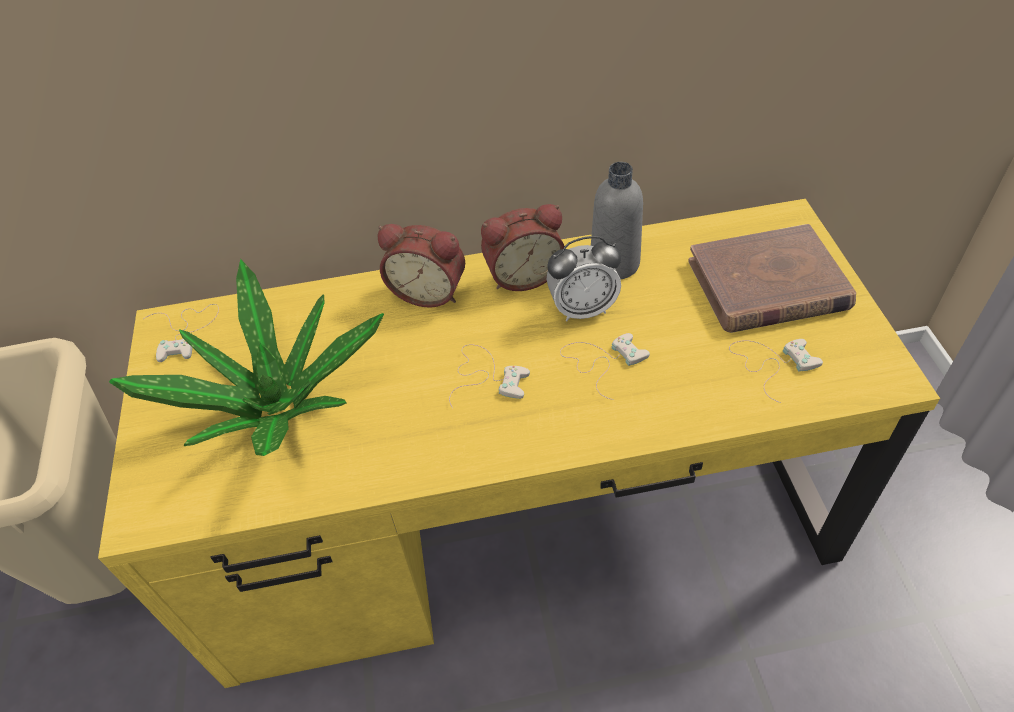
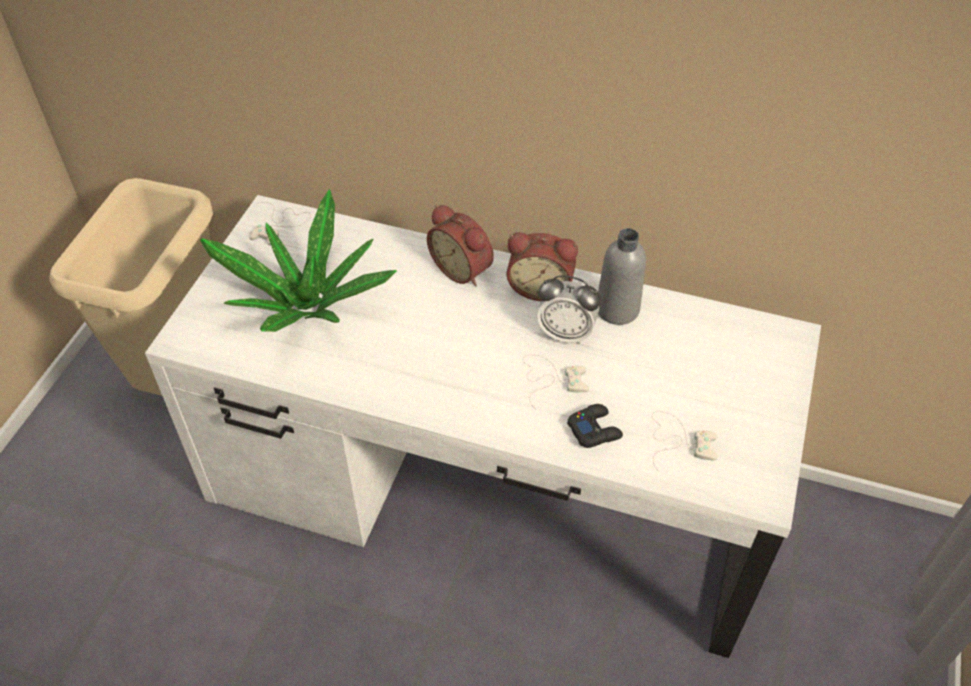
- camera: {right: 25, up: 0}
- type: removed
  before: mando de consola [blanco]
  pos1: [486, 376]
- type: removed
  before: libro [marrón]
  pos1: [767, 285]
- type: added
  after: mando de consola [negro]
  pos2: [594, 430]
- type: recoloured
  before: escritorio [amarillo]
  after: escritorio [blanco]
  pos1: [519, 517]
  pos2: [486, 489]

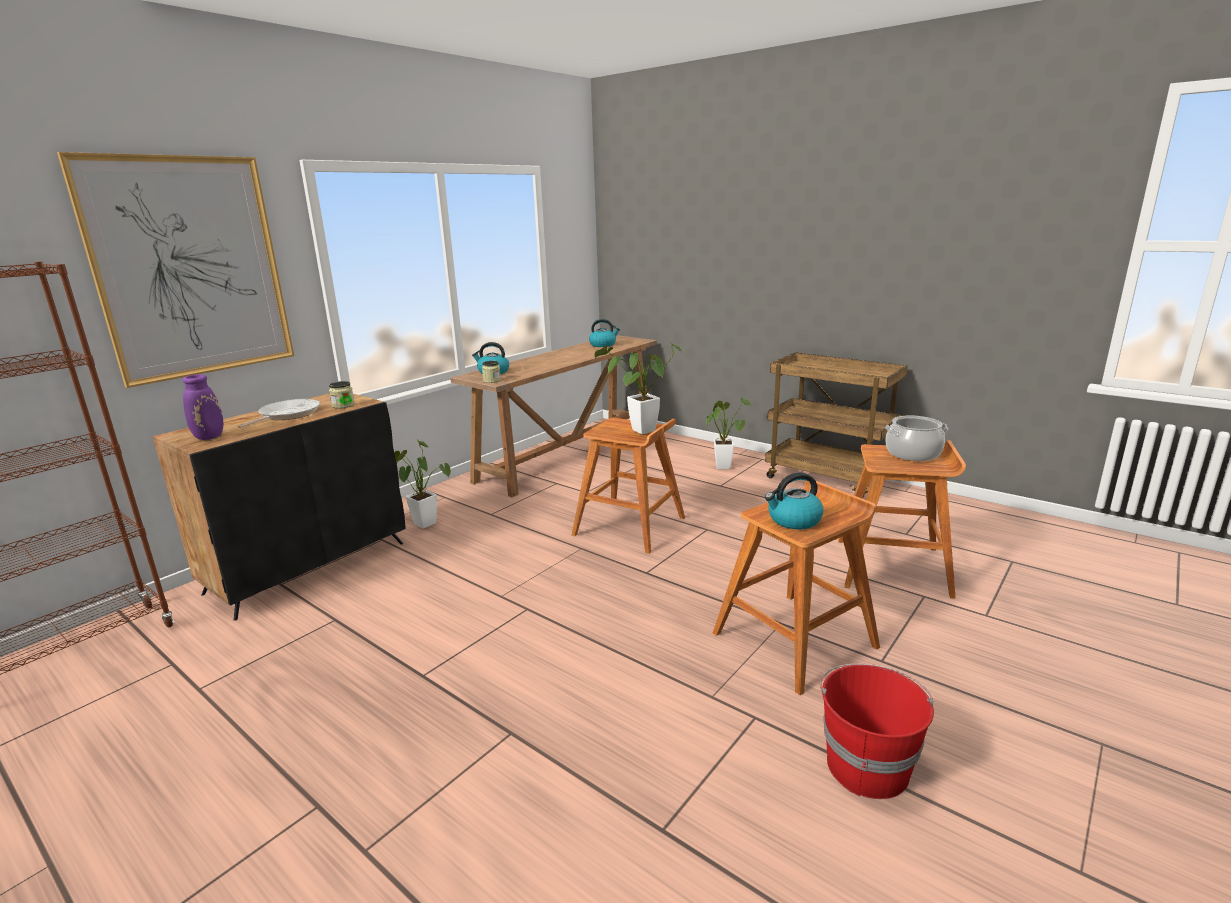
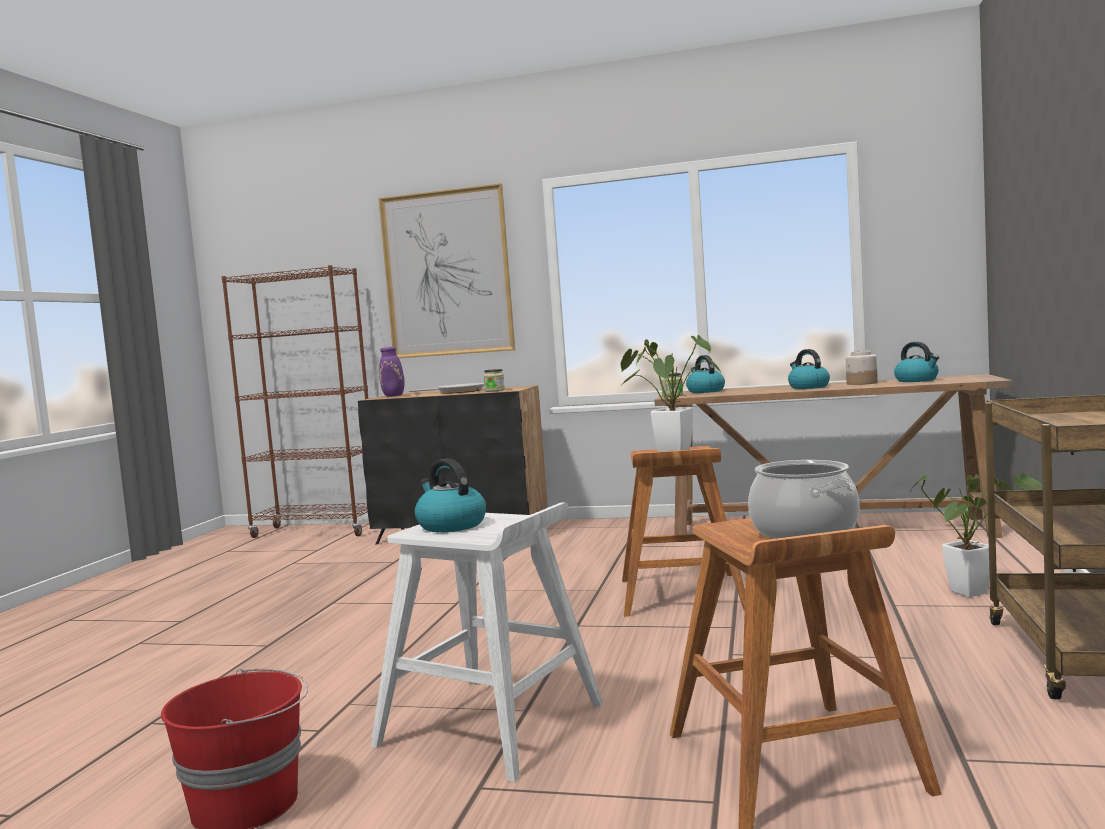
- camera: {right: 65, up: -15}
- type: removed
  before: planta en maceta
  pos1: [422, 522]
- type: added
  after: hervidor
  pos2: [808, 387]
- type: added
  after: tarro
  pos2: [861, 383]
- type: recoloured
  before: taburete [marrón]
  after: taburete [blanco]
  pos1: [796, 639]
  pos2: [492, 725]

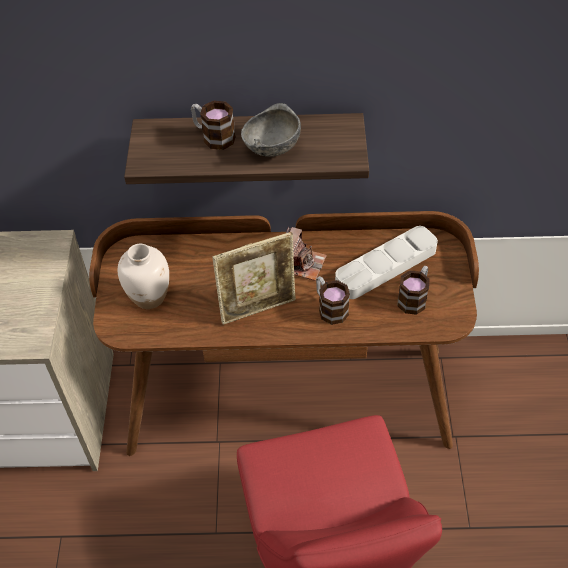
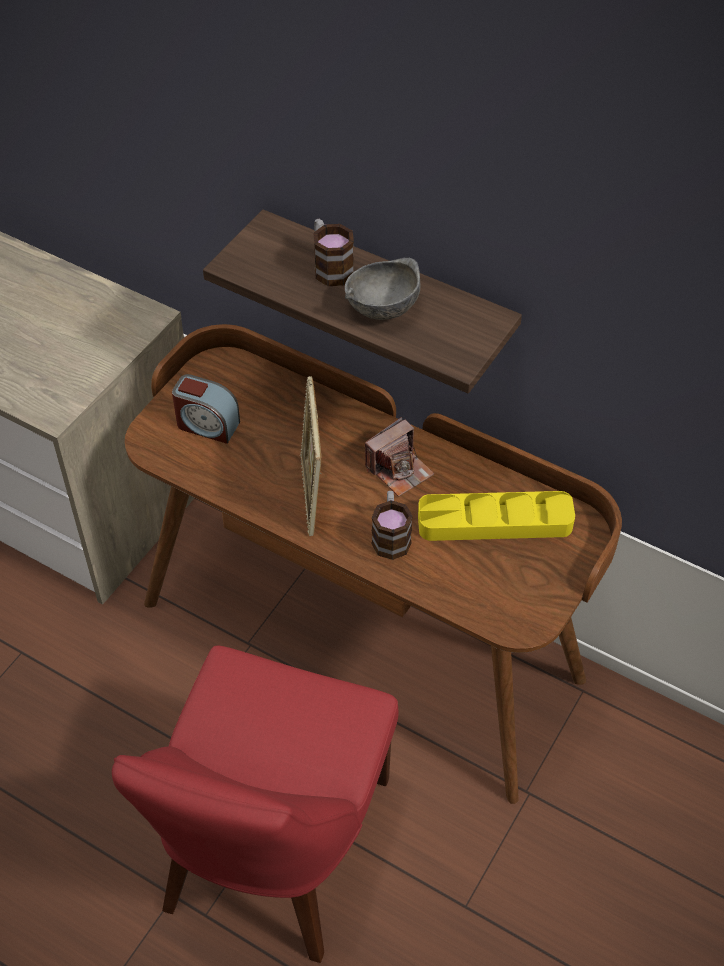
- camera: {right: 30, up: 0}
- type: removed
  before: taza grande
  pos1: [414, 298]
- type: replaced
  before: florero [blanco]
  after: despertador
  pos1: [149, 297]
  pos2: [207, 425]
- type: recoloured
  before: bandeja [gris]
  after: bandeja [amarillo]
  pos1: [386, 266]
  pos2: [495, 521]
- type: turned
  before: portarretratos
  pos1: [258, 308]
  pos2: [311, 496]
  turn: 75

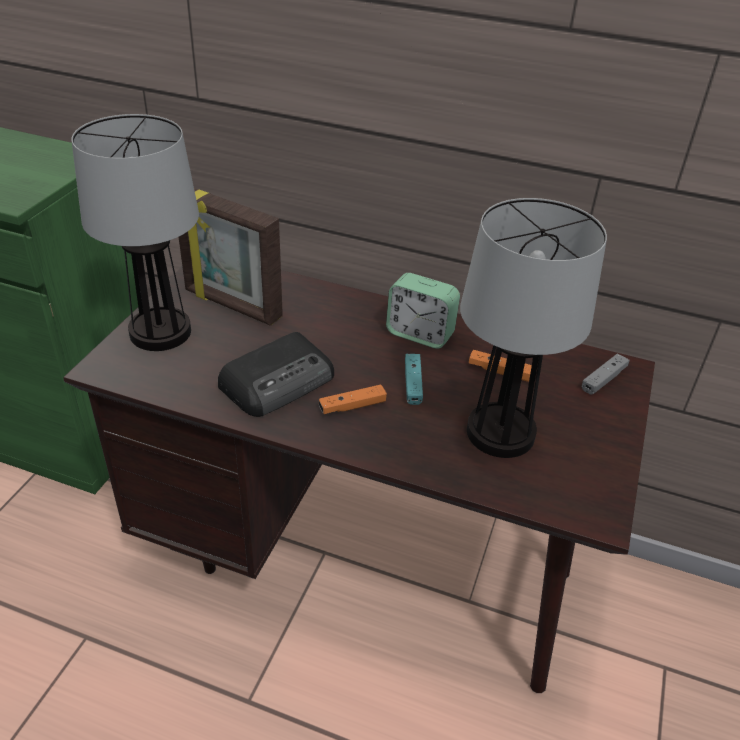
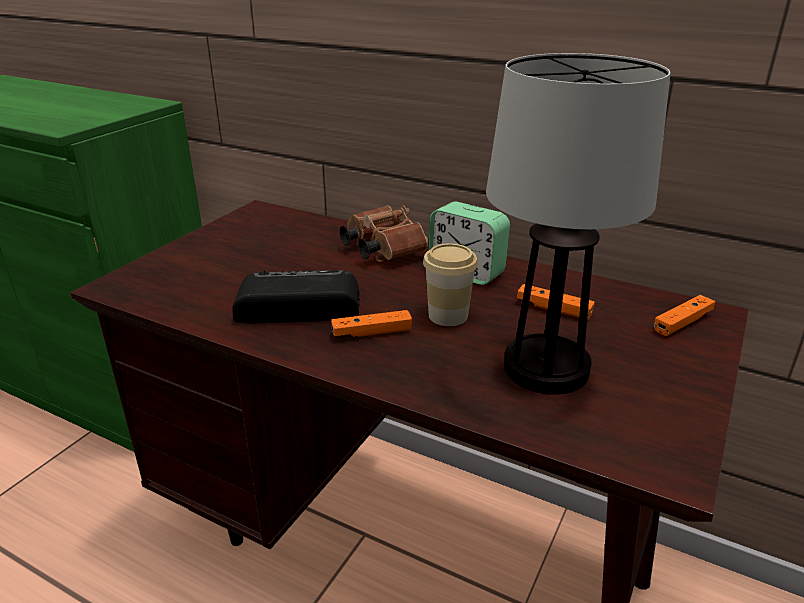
- camera: {right: 10, up: -10}
- type: removed
  before: lámpara de mesa
  pos1: [159, 332]
- type: removed
  before: portarretratos
  pos1: [232, 305]
- type: added
  after: prismáticos [marrón]
  pos2: [381, 249]
- type: replaced
  before: mando de consola [turquesa]
  after: taza
  pos1: [413, 384]
  pos2: [448, 315]
- type: recoloured
  before: mando de consola [gris]
  after: mando de consola [naranja]
  pos1: [603, 379]
  pos2: [682, 322]
- type: turned
  before: radio
  pos1: [279, 381]
  pos2: [296, 306]
  turn: -150

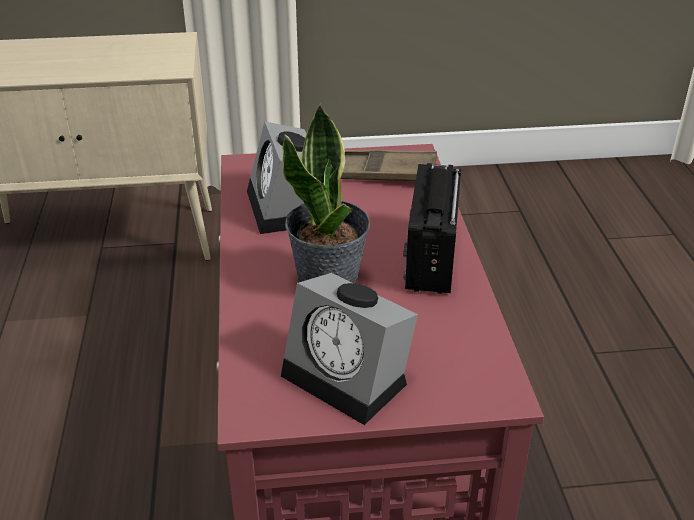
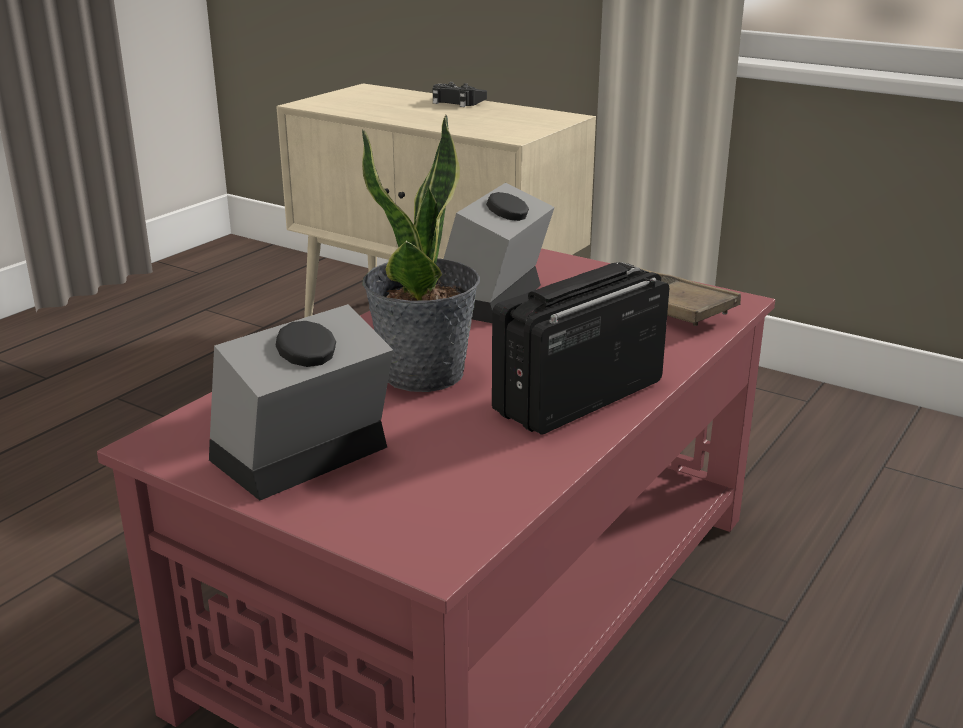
- camera: {right: 40, up: -10}
- type: added
  after: mando de consola [negro]
  pos2: [457, 102]
- type: turned
  before: despertador
  pos1: [350, 378]
  pos2: [299, 459]
  turn: 60

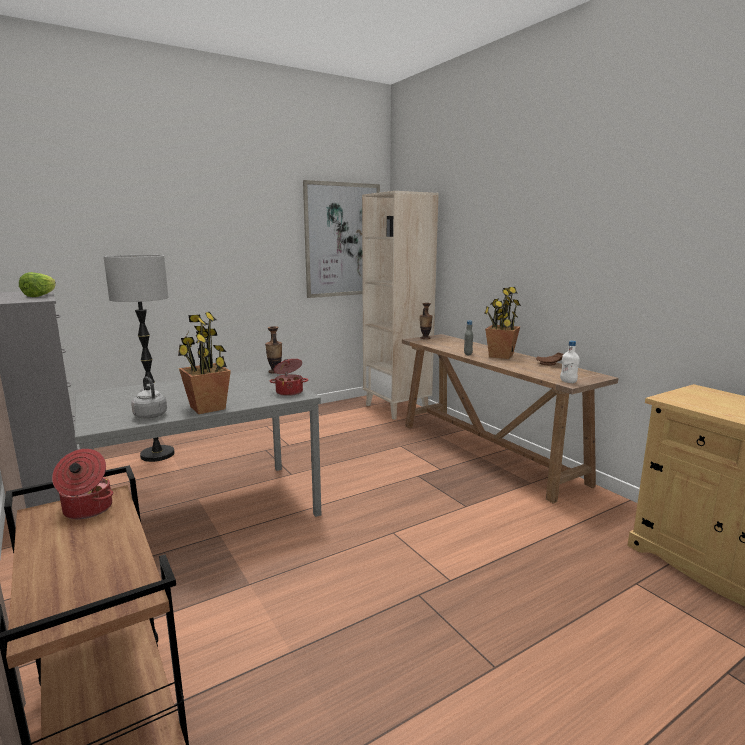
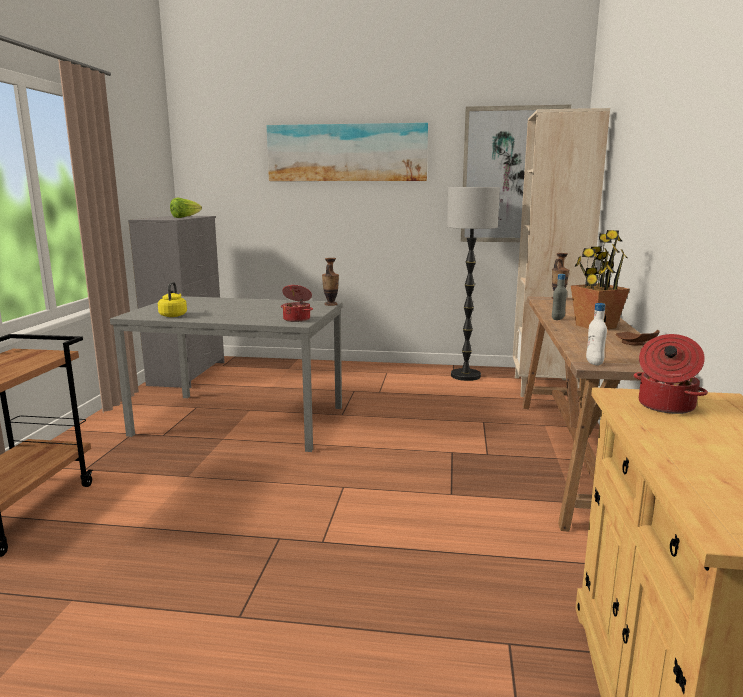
- camera: {right: 40, up: 0}
- type: removed
  before: planta en maceta
  pos1: [208, 408]
- type: added
  after: cuadro
  pos2: [346, 153]
- type: moved
  before: olla
  pos1: [87, 510]
  pos2: [665, 406]
- type: moved
  before: lámpara de pie
  pos1: [157, 454]
  pos2: [465, 376]
- type: recoloured
  before: hervidor [gris]
  after: hervidor [amarillo]
  pos1: [150, 415]
  pos2: [173, 315]

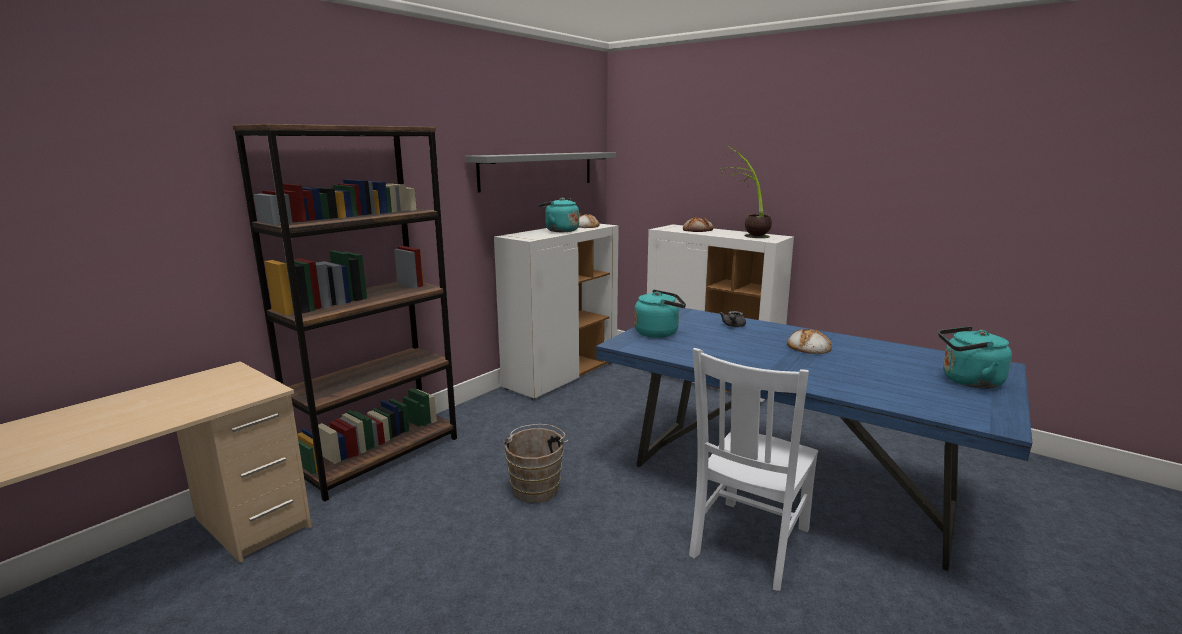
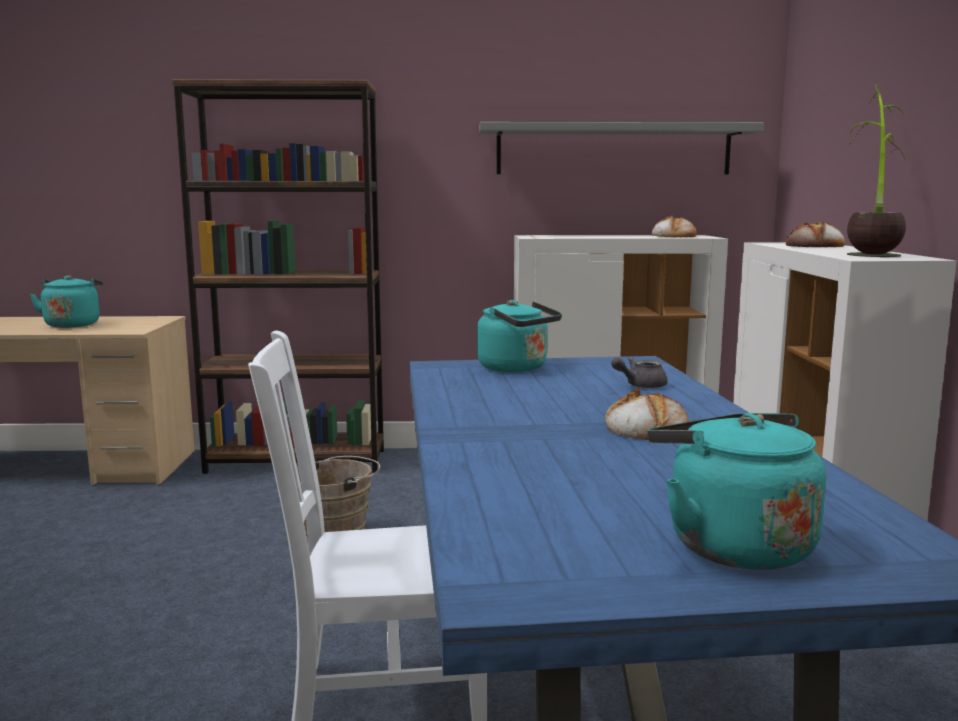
- camera: {right: 50, up: -5}
- type: moved
  before: hervidor [turquesa]
  pos1: [560, 230]
  pos2: [73, 324]

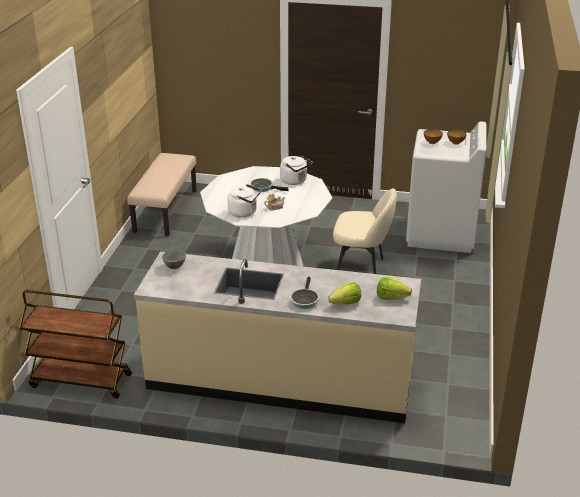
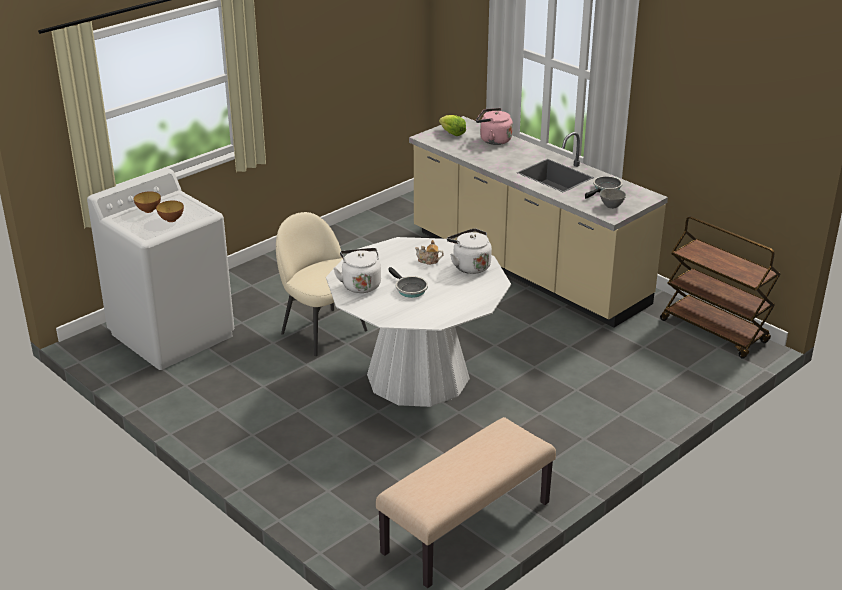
- camera: {right: -145, up: 0}
- type: moved
  before: sartén
  pos1: [304, 300]
  pos2: [605, 189]
- type: replaced
  before: lechuga
  after: hervidor [rosa]
  pos1: [346, 303]
  pos2: [493, 140]

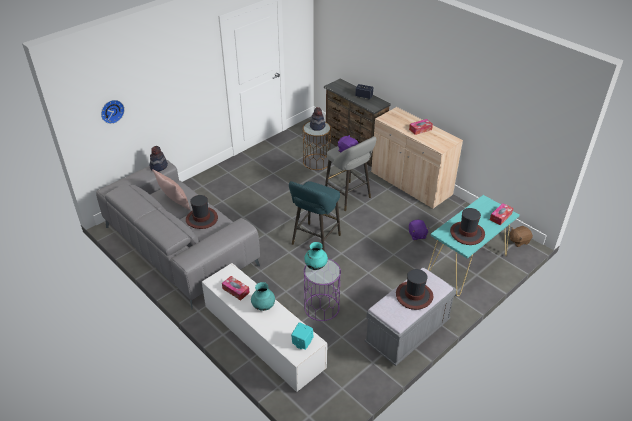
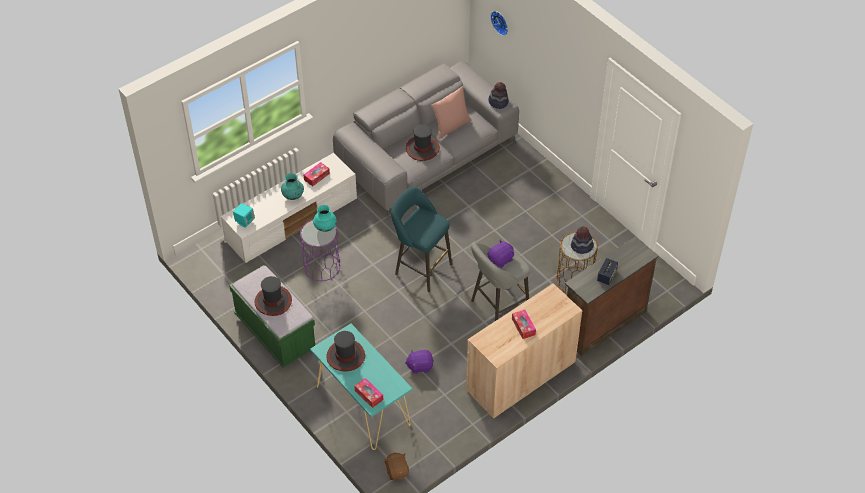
- camera: {right: 95, up: 10}
- type: recoloured
  before: banco [gris]
  after: banco [verde]
  pos1: [407, 333]
  pos2: [275, 333]

